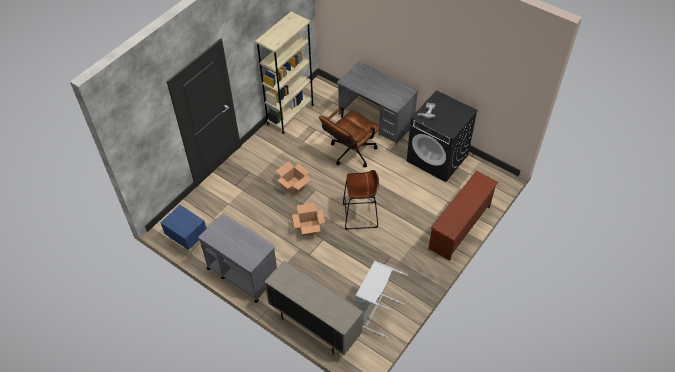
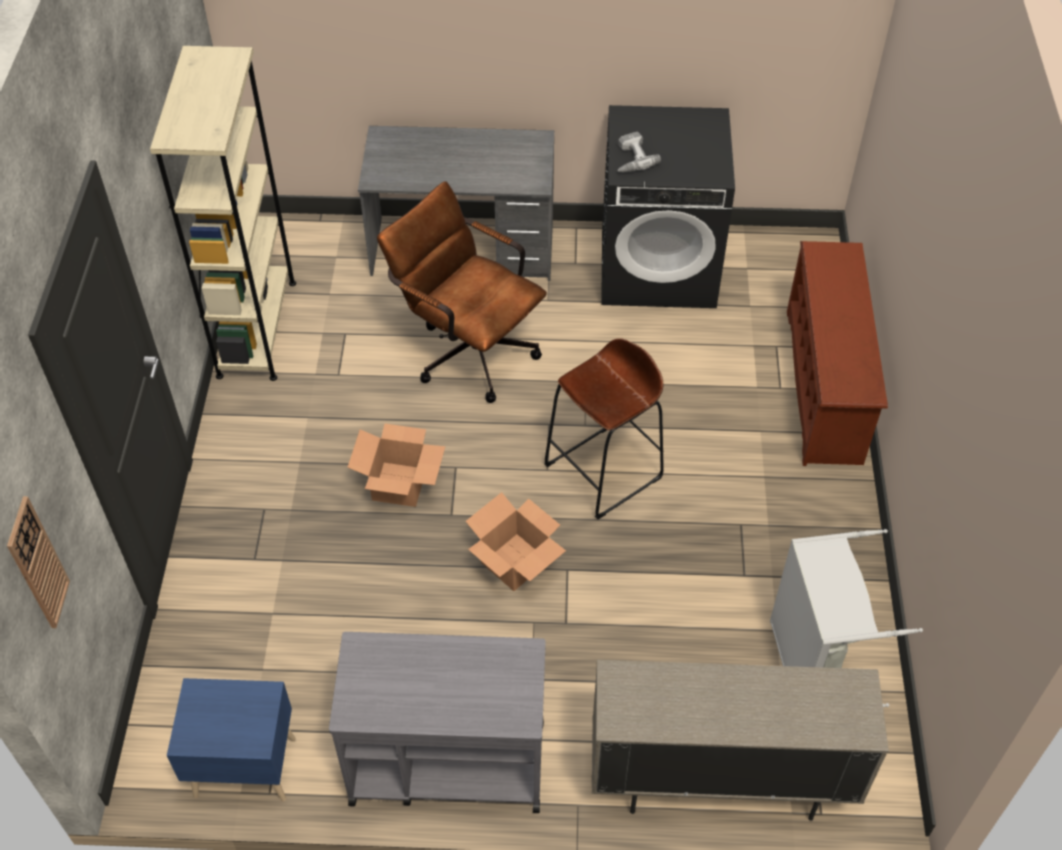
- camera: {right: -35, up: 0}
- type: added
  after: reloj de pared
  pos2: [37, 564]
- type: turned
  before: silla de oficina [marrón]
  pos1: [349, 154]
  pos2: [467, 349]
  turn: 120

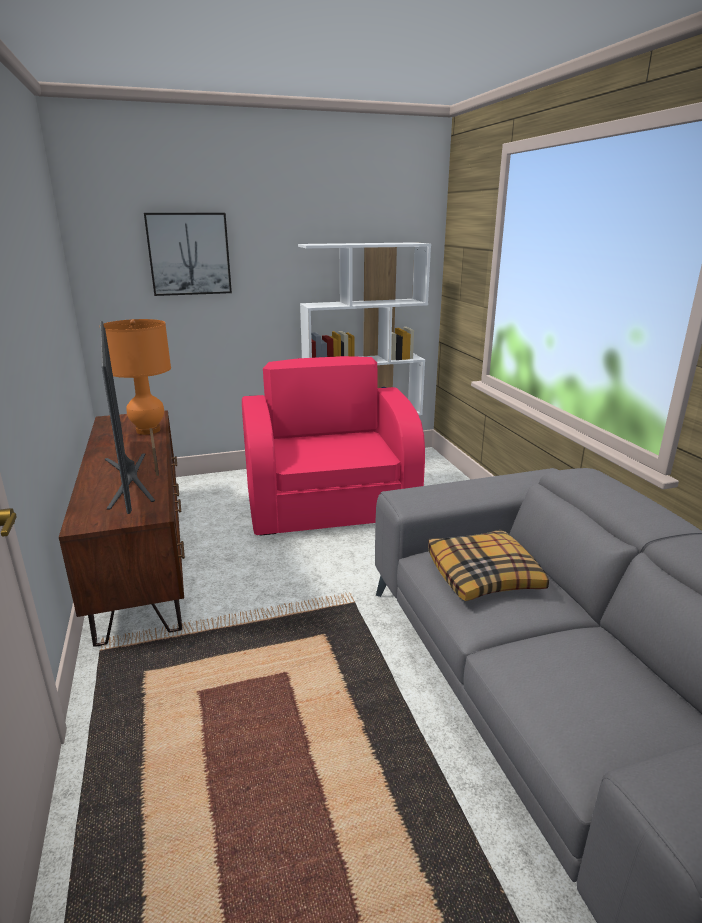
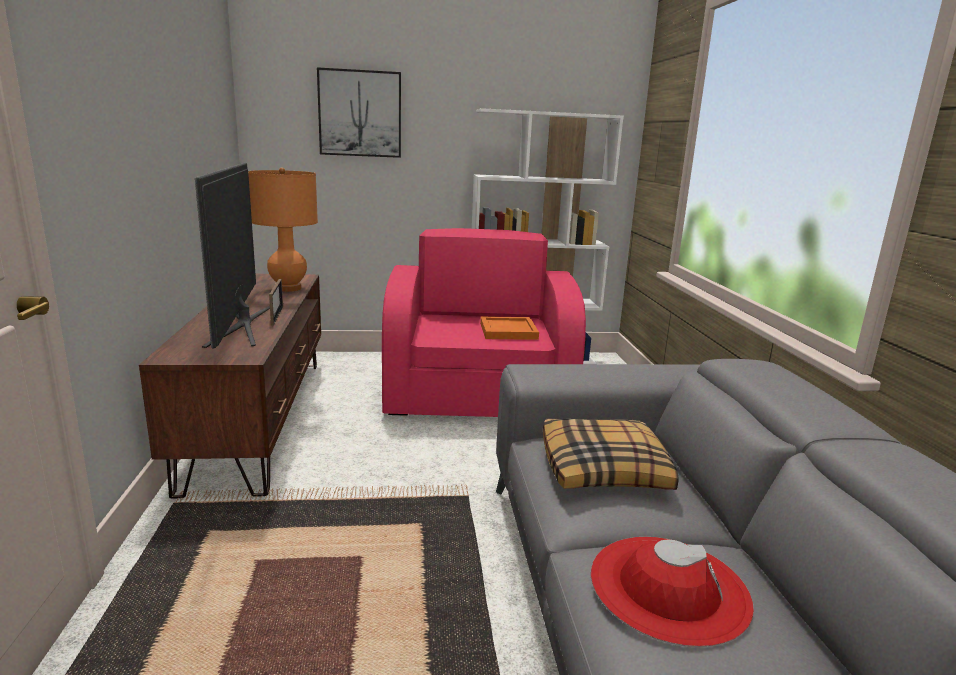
- camera: {right: 10, up: -5}
- type: added
  after: bandeja [naranja]
  pos2: [509, 331]
- type: added
  after: sombrero [rojo]
  pos2: [668, 587]

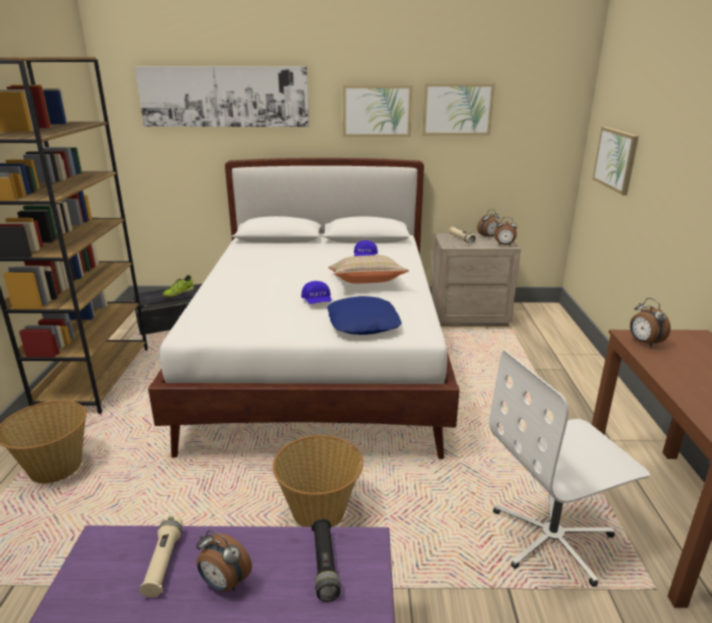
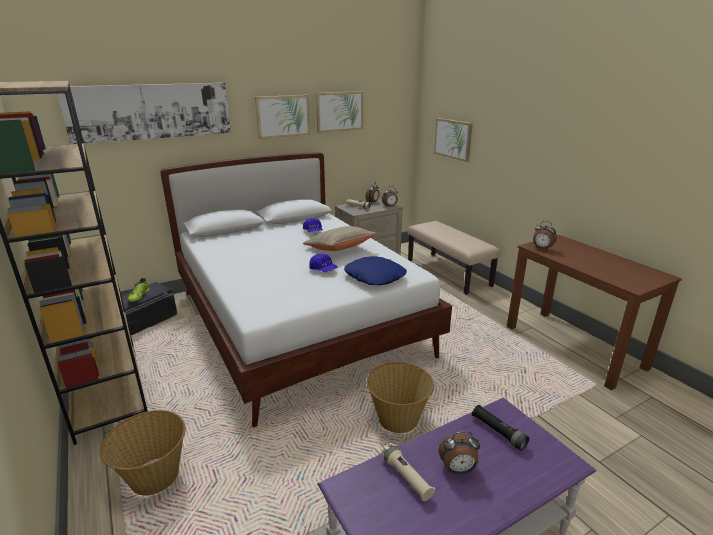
- camera: {right: -30, up: 0}
- type: removed
  before: silla de oficina [blanco]
  pos1: [553, 538]
- type: added
  after: banco [beis]
  pos2: [448, 273]

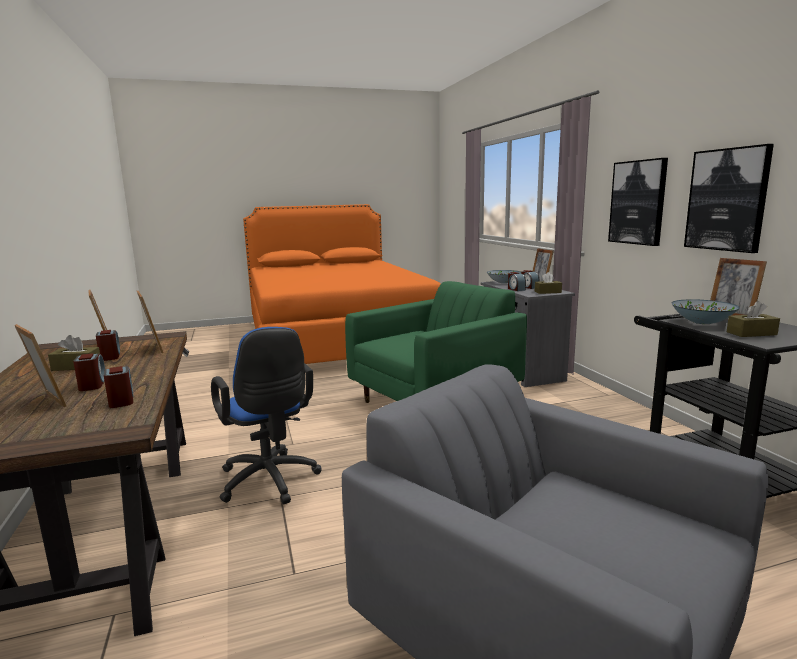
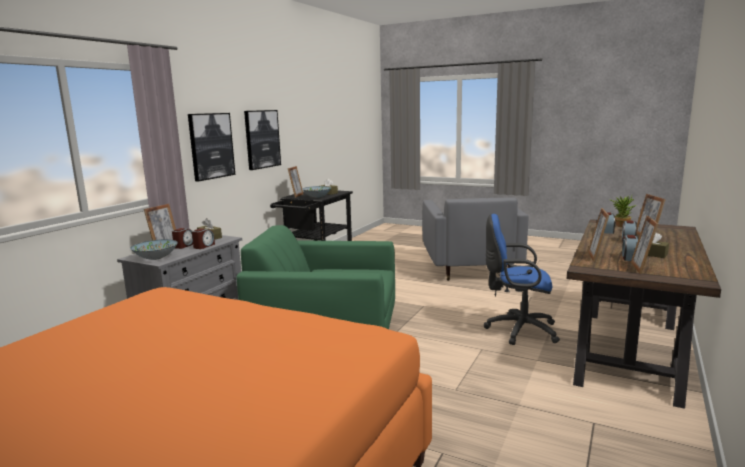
- camera: {right: -135, up: 0}
- type: added
  after: planta en maceta
  pos2: [620, 225]
- type: turned
  before: silla de oficina [azul]
  pos1: [270, 482]
  pos2: [517, 330]
  turn: -90

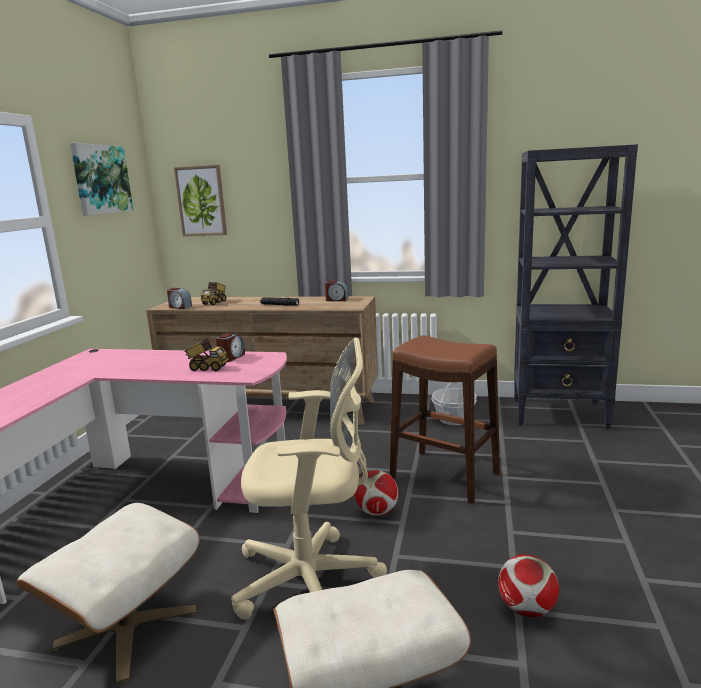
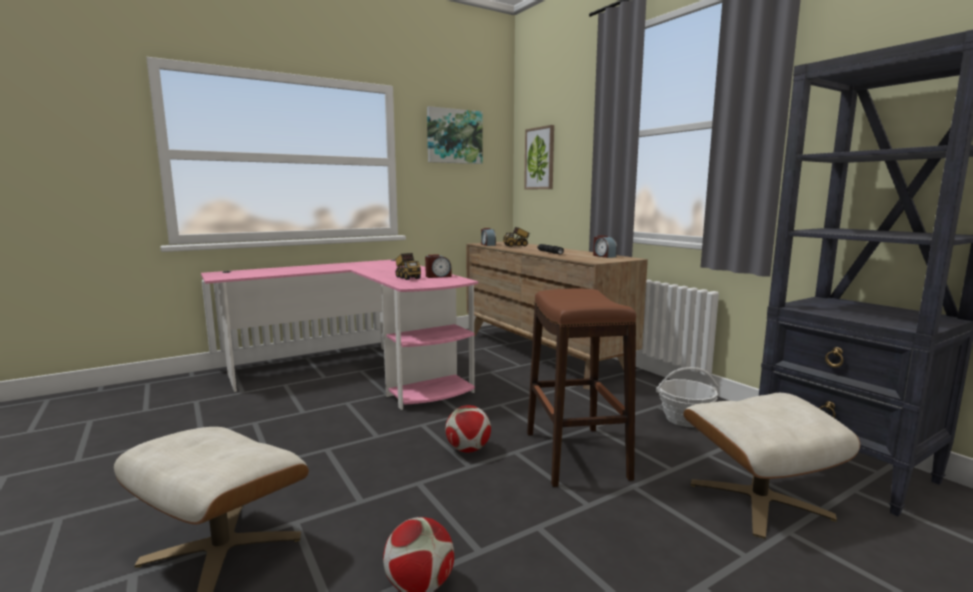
- camera: {right: 45, up: -5}
- type: removed
  before: silla de oficina [beis]
  pos1: [313, 580]
- type: moved
  before: puf [beis]
  pos1: [127, 627]
  pos2: [758, 499]

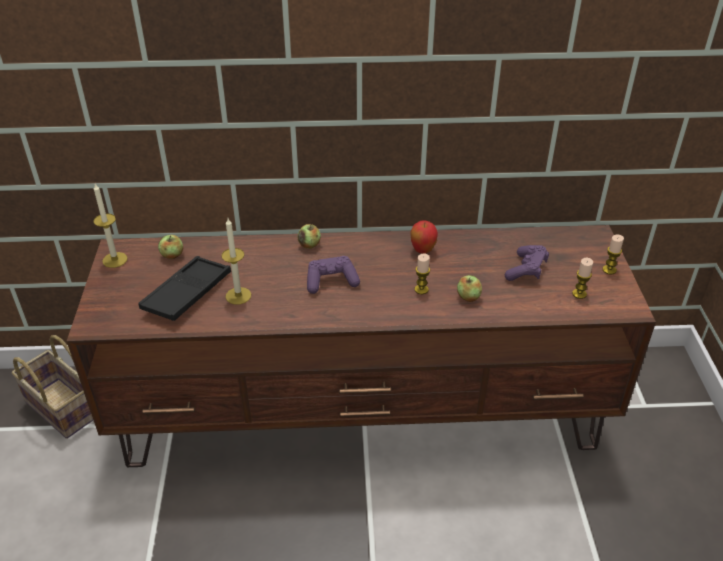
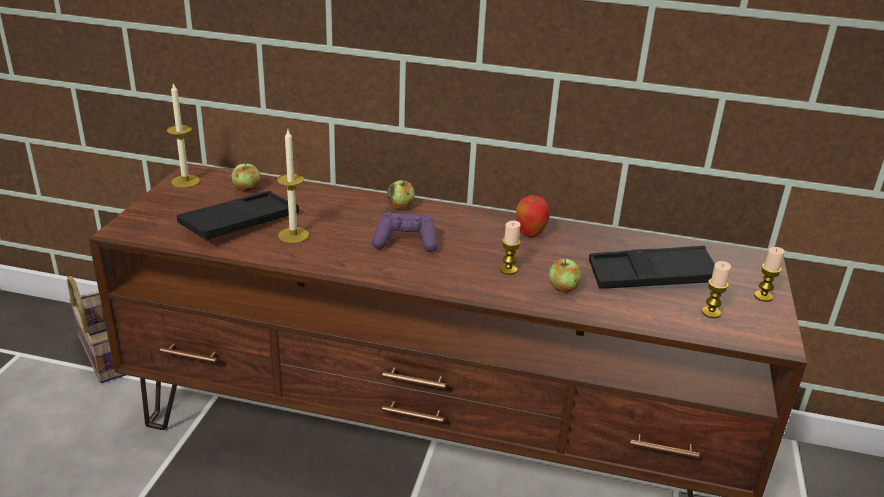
- camera: {right: 15, up: -10}
- type: replaced
  before: mando de consola [morado]
  after: bandeja [negro]
  pos1: [526, 270]
  pos2: [651, 276]

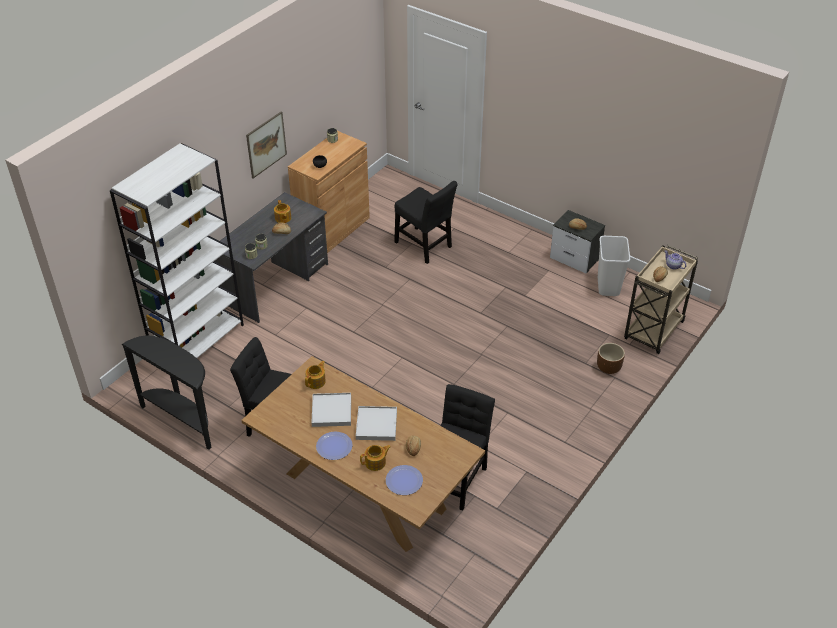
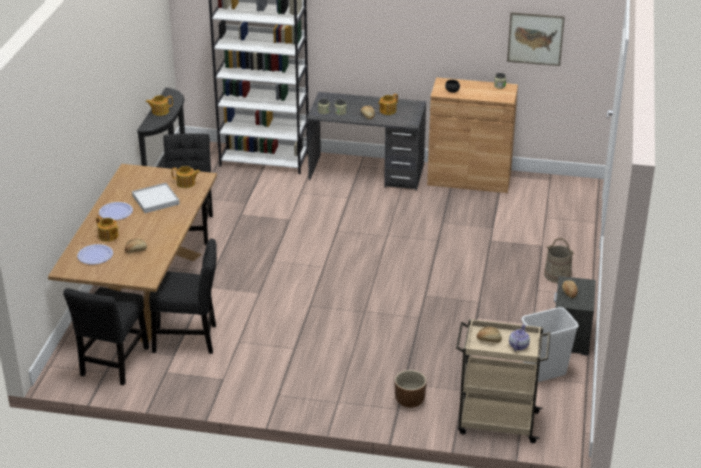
- camera: {right: 65, up: -10}
- type: removed
  before: bandeja [blanco]
  pos1: [376, 425]
- type: added
  after: tetera
  pos2: [160, 111]
- type: added
  after: cubo [beis]
  pos2: [557, 275]
- type: moved
  before: cuadro
  pos1: [266, 144]
  pos2: [535, 39]
- type: moved
  before: silla [negro]
  pos1: [424, 246]
  pos2: [114, 364]

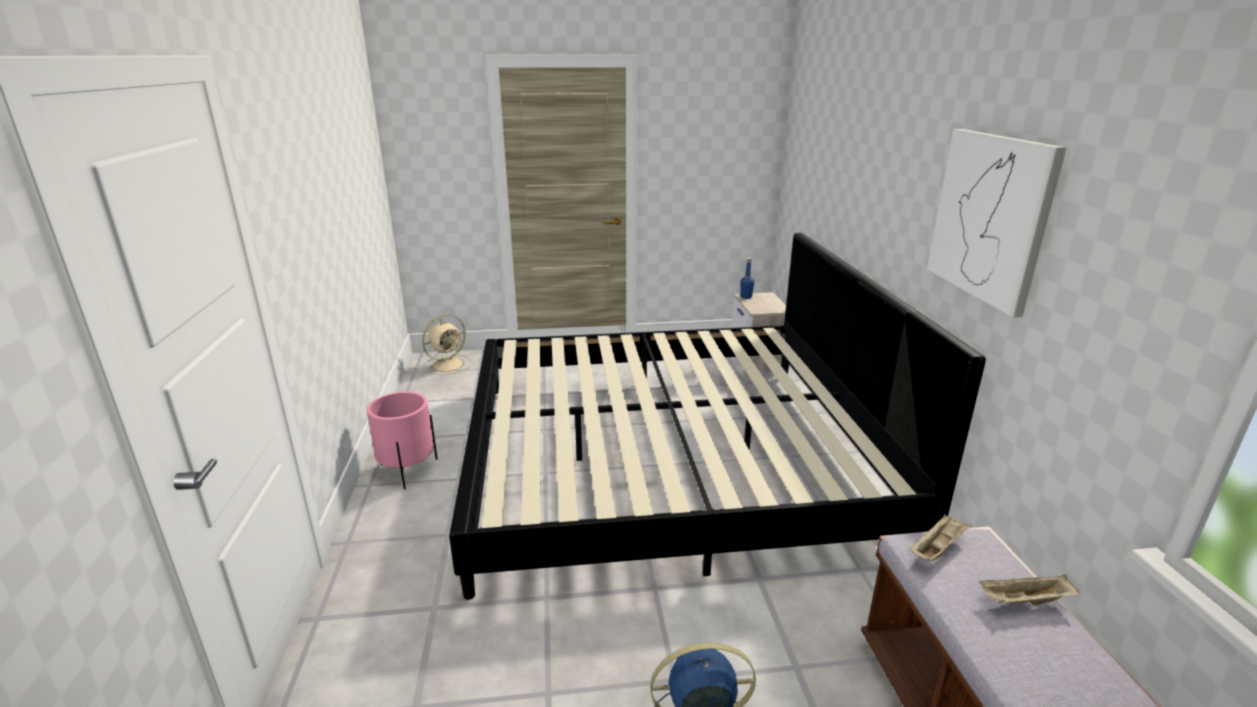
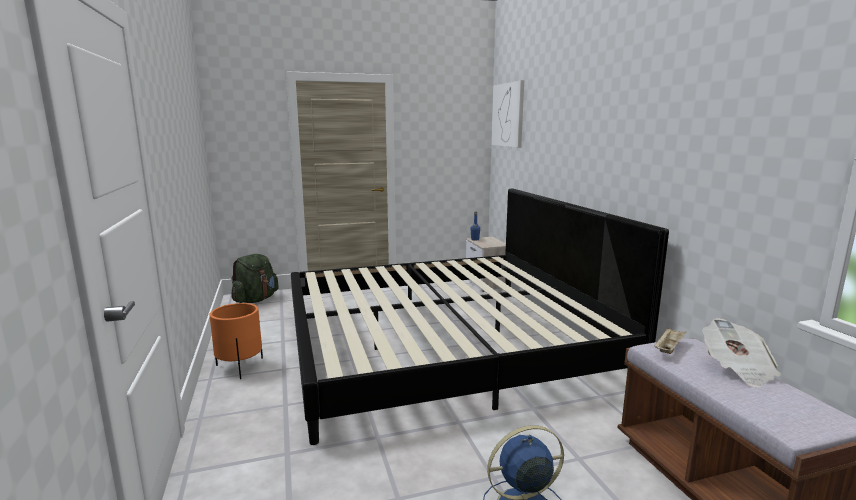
- camera: {right: -10, up: -10}
- type: moved
  before: cuadro
  pos1: [990, 217]
  pos2: [508, 115]
- type: replaced
  before: ventilador [beis]
  after: mochila [verde]
  pos1: [449, 364]
  pos2: [256, 300]
- type: replaced
  before: bandeja [beis]
  after: periódico
  pos1: [1024, 601]
  pos2: [737, 369]
- type: recoloured
  before: maceta [rosa]
  after: maceta [naranja]
  pos1: [407, 470]
  pos2: [240, 367]

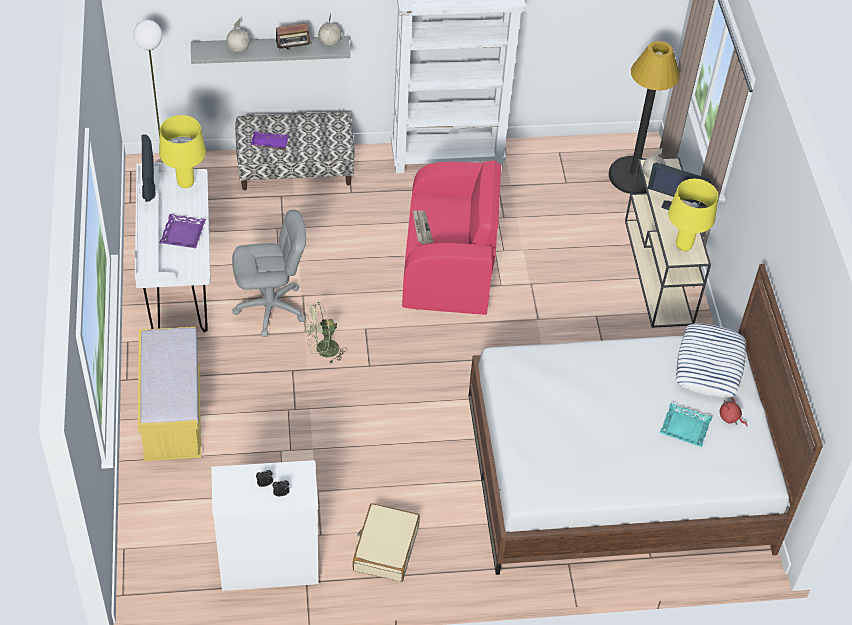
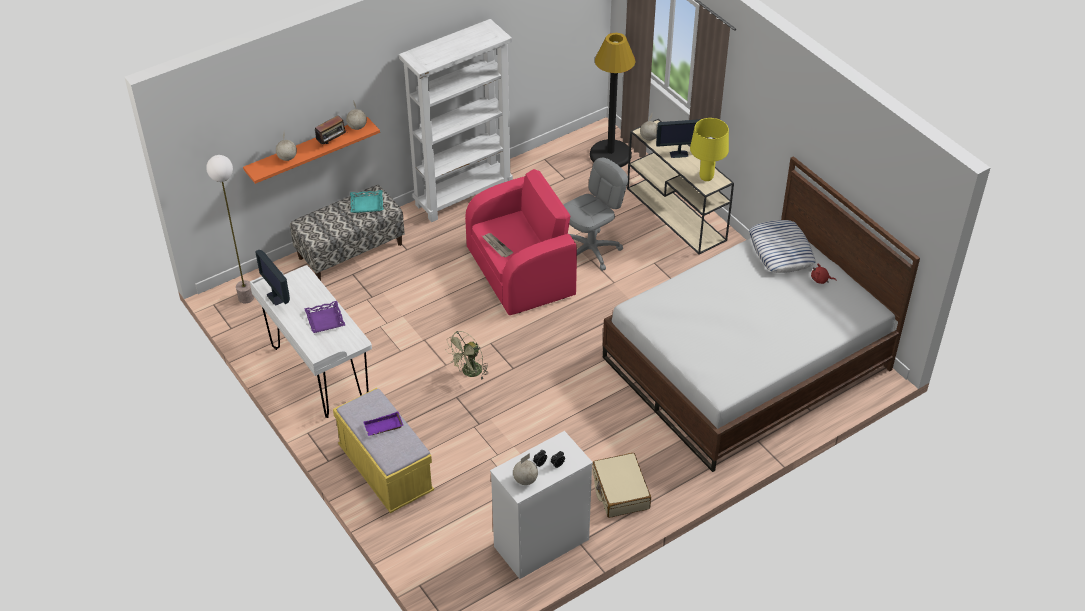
- camera: {right: -25, up: -5}
- type: removed
  before: lámpara de mesa [amarillo]
  pos1: [186, 183]
- type: added
  after: globo terráqueo
  pos2: [525, 480]
- type: moved
  before: silla de oficina [gris]
  pos1: [271, 308]
  pos2: [591, 250]
- type: moved
  before: bandeja [morado]
  pos1: [269, 143]
  pos2: [383, 427]
- type: moved
  before: bandeja [turquesa]
  pos1: [684, 428]
  pos2: [366, 204]
- type: recoloured
  before: estante [gris]
  after: estante [naranja]
  pos1: [270, 49]
  pos2: [307, 151]

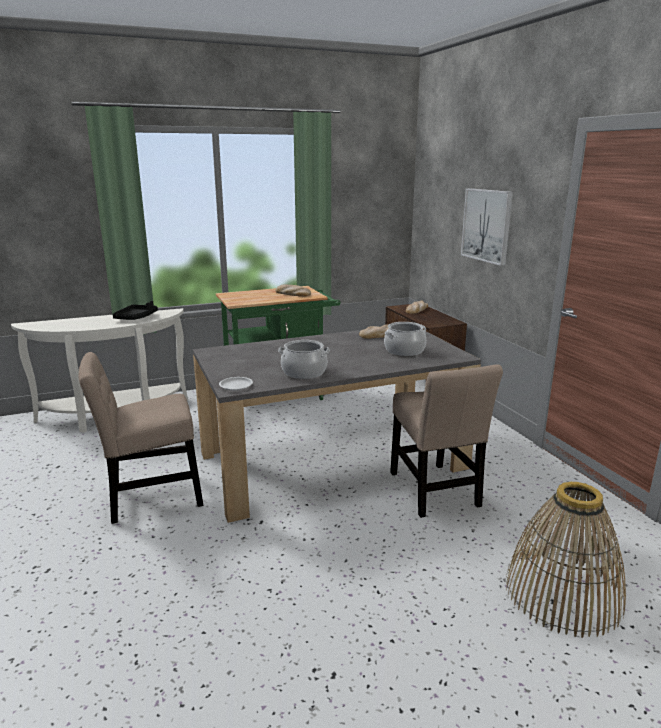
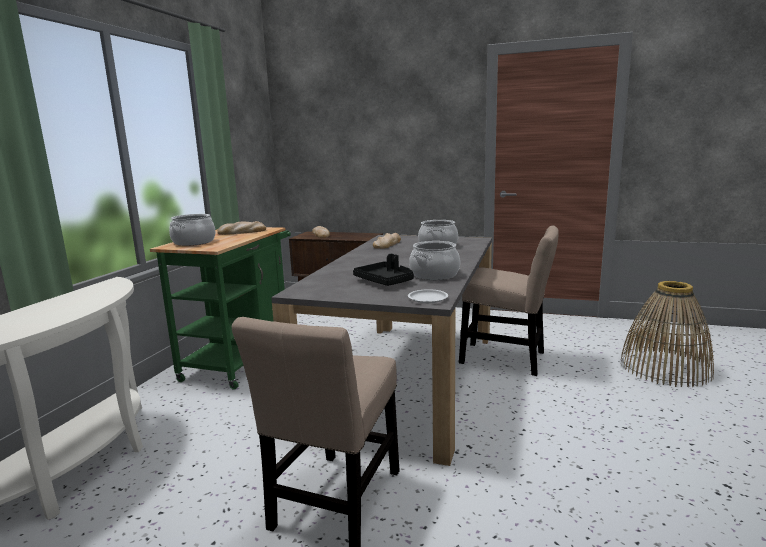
- camera: {right: -50, up: -5}
- type: removed
  before: cuadro
  pos1: [487, 225]
- type: added
  after: olla
  pos2: [194, 242]
- type: moved
  before: bandeja [negro]
  pos1: [136, 318]
  pos2: [385, 281]

